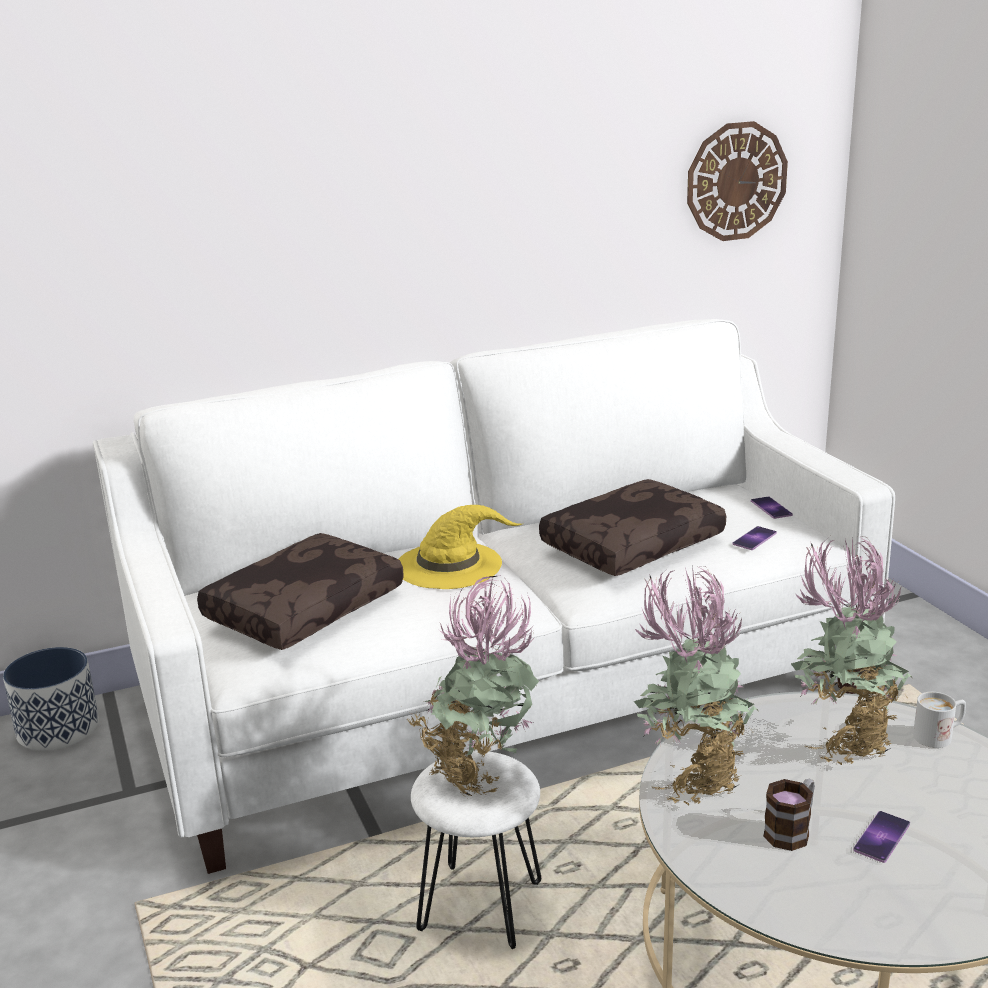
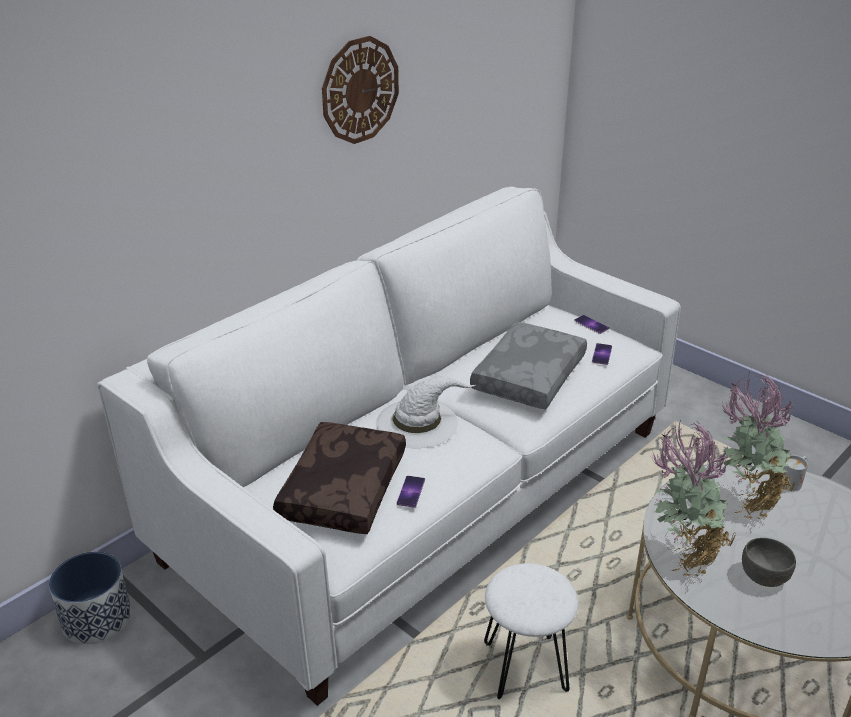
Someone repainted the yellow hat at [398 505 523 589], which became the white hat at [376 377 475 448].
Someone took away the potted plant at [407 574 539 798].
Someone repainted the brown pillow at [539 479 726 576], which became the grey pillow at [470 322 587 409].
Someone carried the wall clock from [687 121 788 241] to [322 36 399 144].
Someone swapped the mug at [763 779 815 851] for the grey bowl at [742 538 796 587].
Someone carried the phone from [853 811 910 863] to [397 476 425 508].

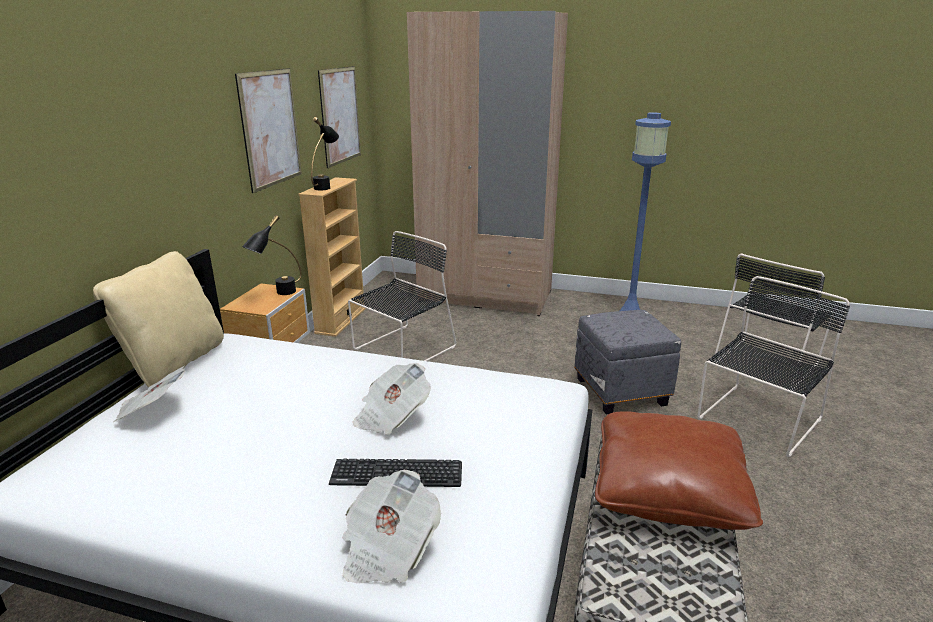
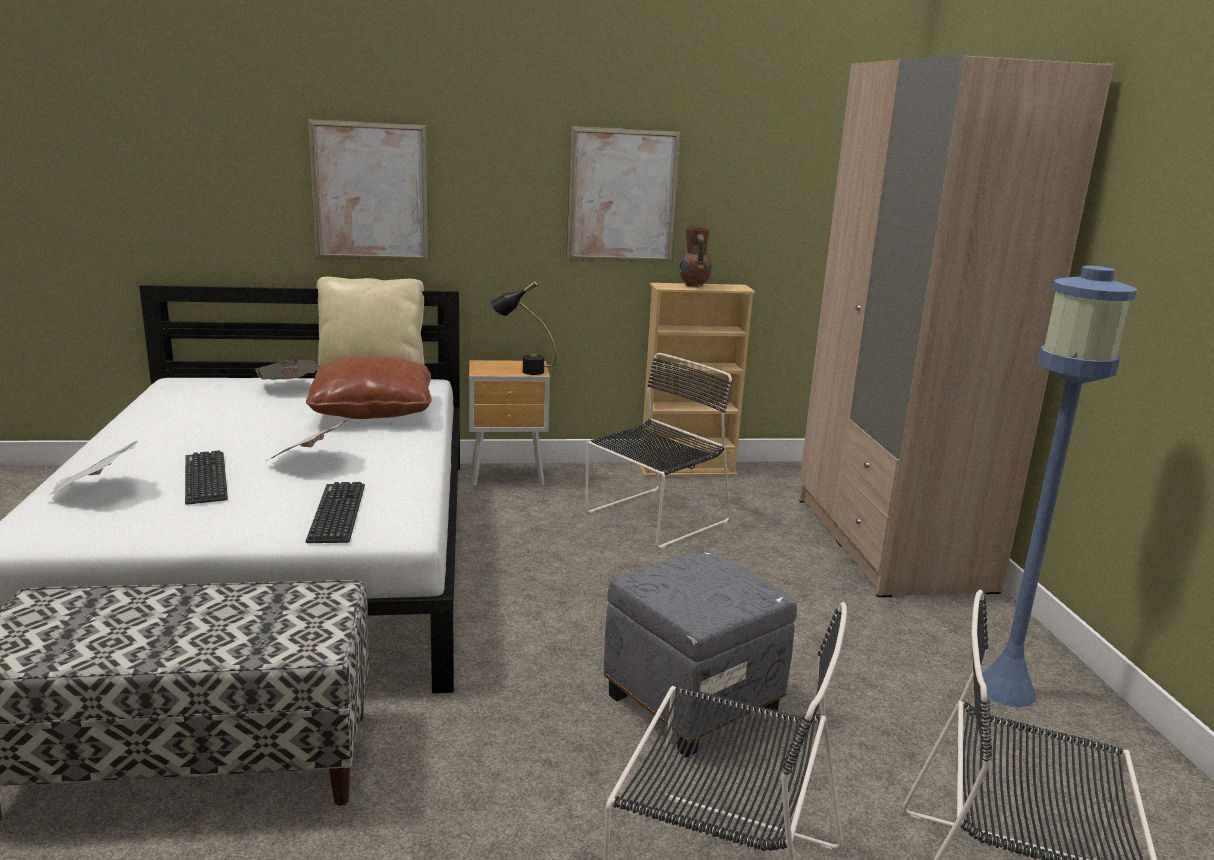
Someone swapped the black table lamp at [311 117 339 190] for the brown vase at [680 226 711 287].
Someone carried the picture from [318 66 361 168] to [308 119 430 262].
Someone rotated the black chair at [348 231 456 361] by 60 degrees counterclockwise.
Someone carried the brown pillow from [595 411 763 530] to [306 356 432 419].
Someone put down the keyboard at [306 482 365 543].

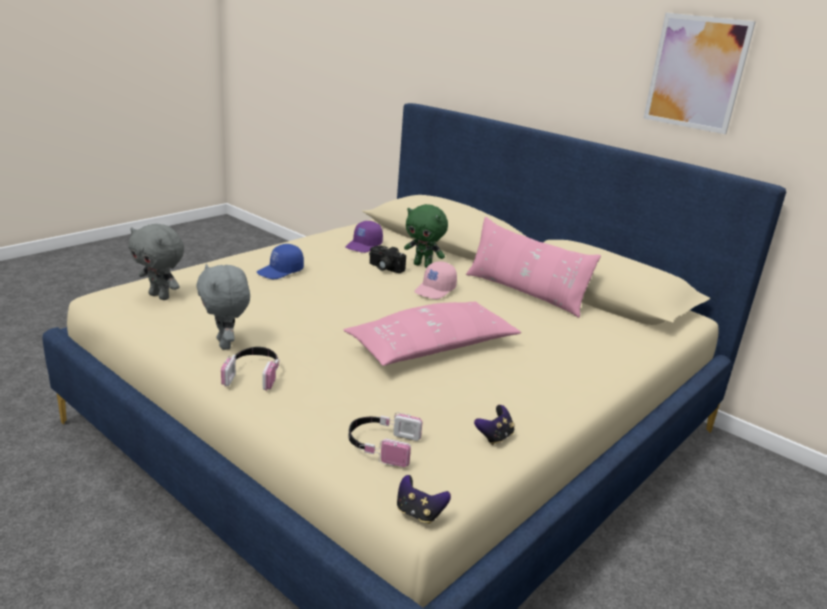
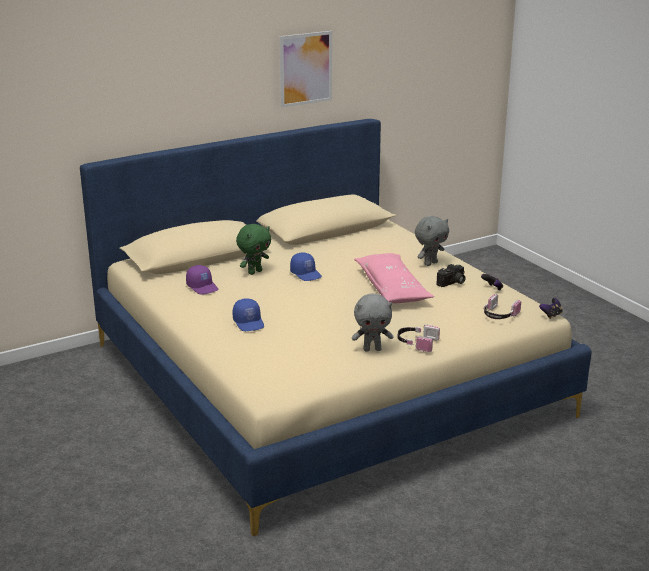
Someone carried the grey plush toy from [128 224 184 300] to [415 216 449 266].
Someone carried the photo camera from [369 245 406 273] to [437 264 466 287].
Someone repainted the pink cap at [414 261 457 299], which became the blue cap at [290 253 322 281].
Someone took away the pink pillow at [466 217 601 318].

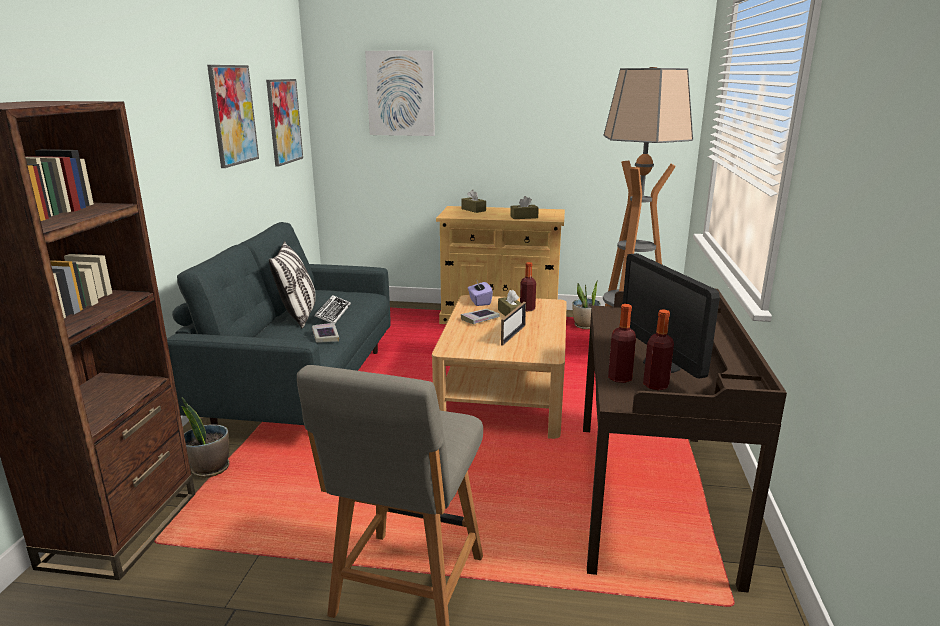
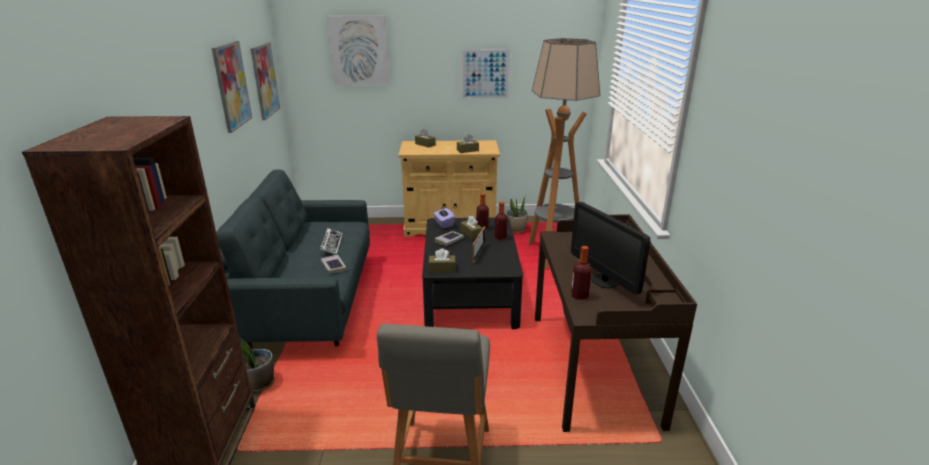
Someone took away the pillow at [269 241 316 328].
Someone repainted the beige coffee table at [432 295 567 439], which became the black coffee table at [422 218 523 329].
Someone carried the bottle from [643 309 674 390] to [495 202 508 240].
Someone put down the brown tissue box at [429 248 456 272].
Someone put up the picture at [461 49 511 99].

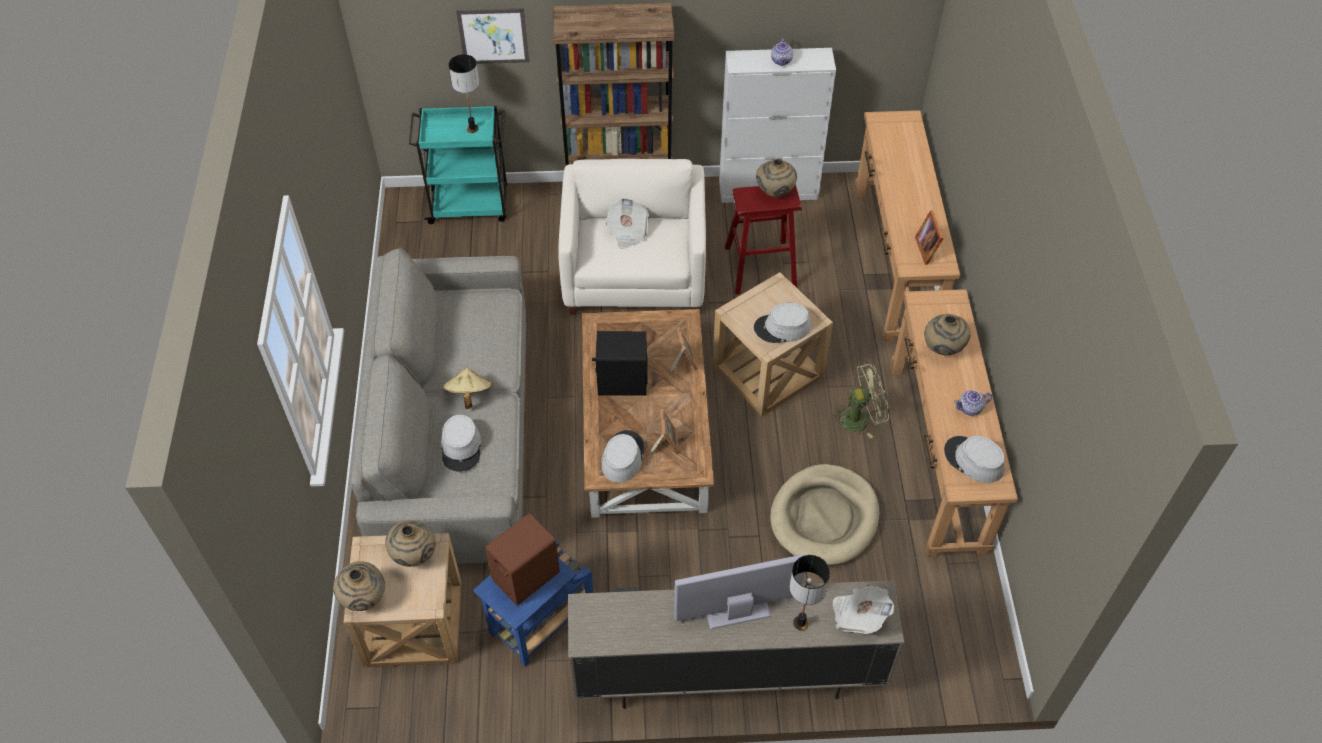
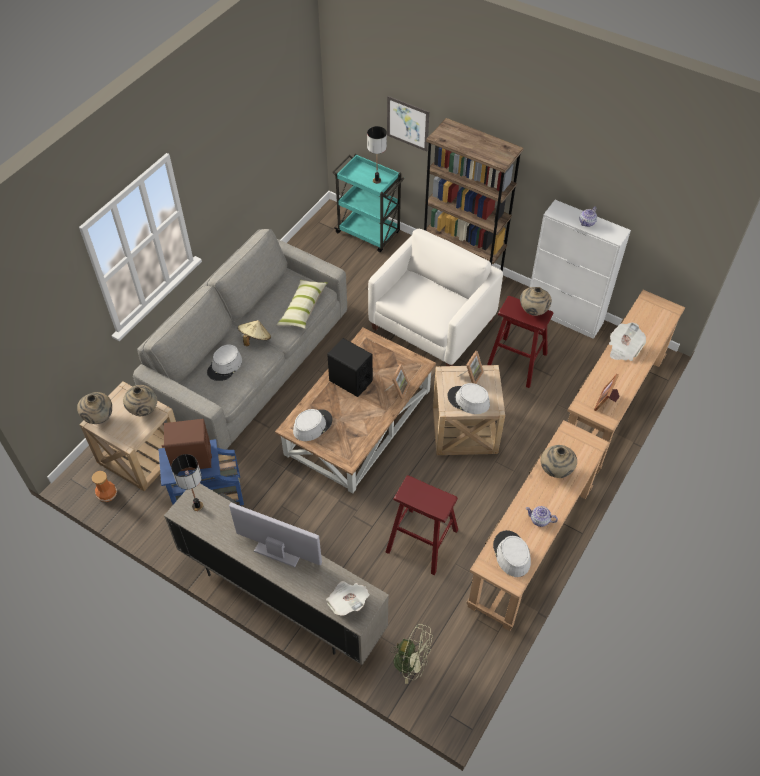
Someone carried the newspaper from [606 198 649 249] to [609 323 646 361].
Someone carried the picture frame from [650 409 679 454] to [457 351 484 384].
Someone swapped the beige dog bed at [770 464 879 565] for the red stool at [386 475 458 575].
Someone carried the table lamp from [790 555 830 631] to [171 454 203 511].
Someone carried the green fan from [831 364 889 439] to [390 624 433 684].
Someone put down the vase at [92 471 117 502].
Someone put down the pillow at [276 280 328 329].

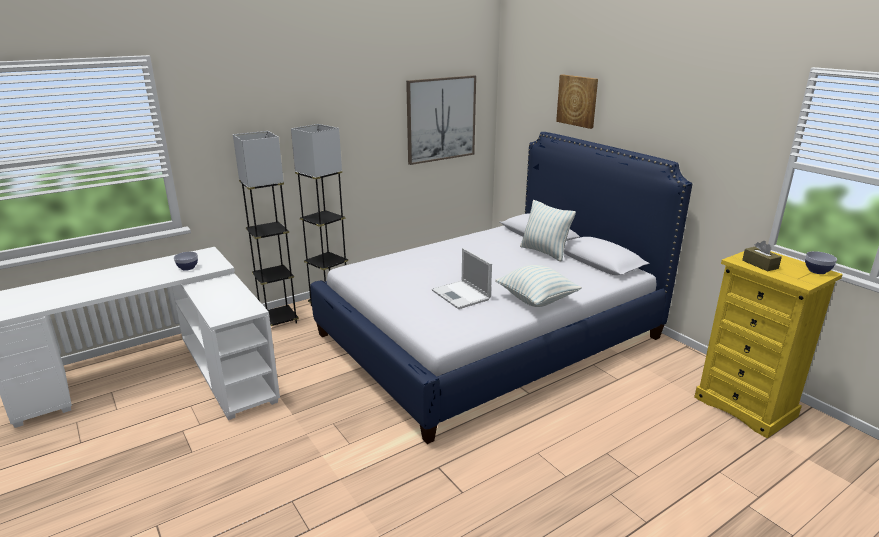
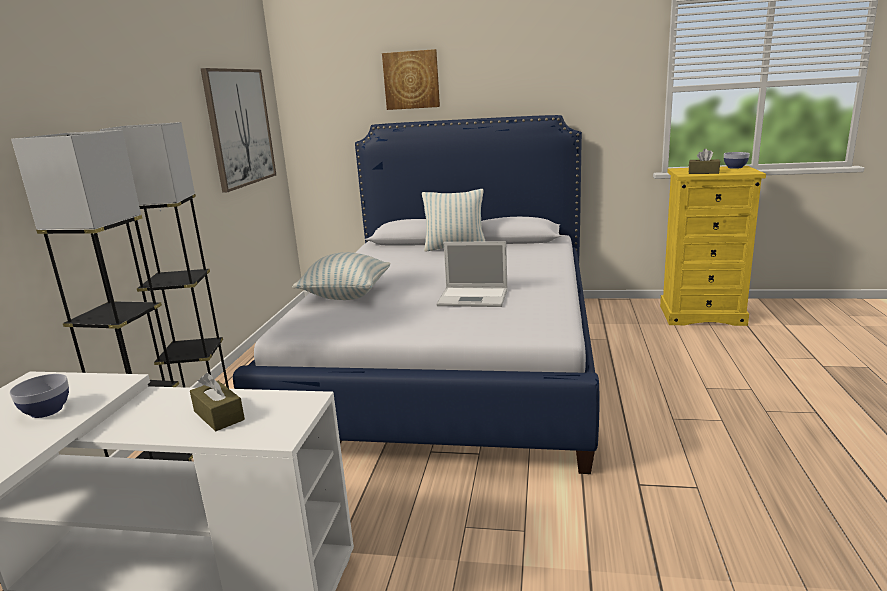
Someone carried the pillow from [495 265 582 307] to [293 252 391 300].
Someone put down the brown tissue box at [190 373 245 431].

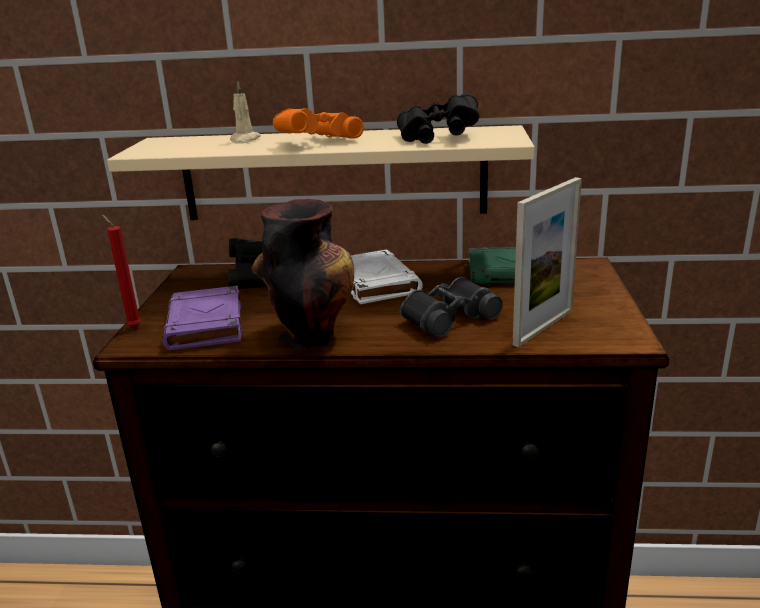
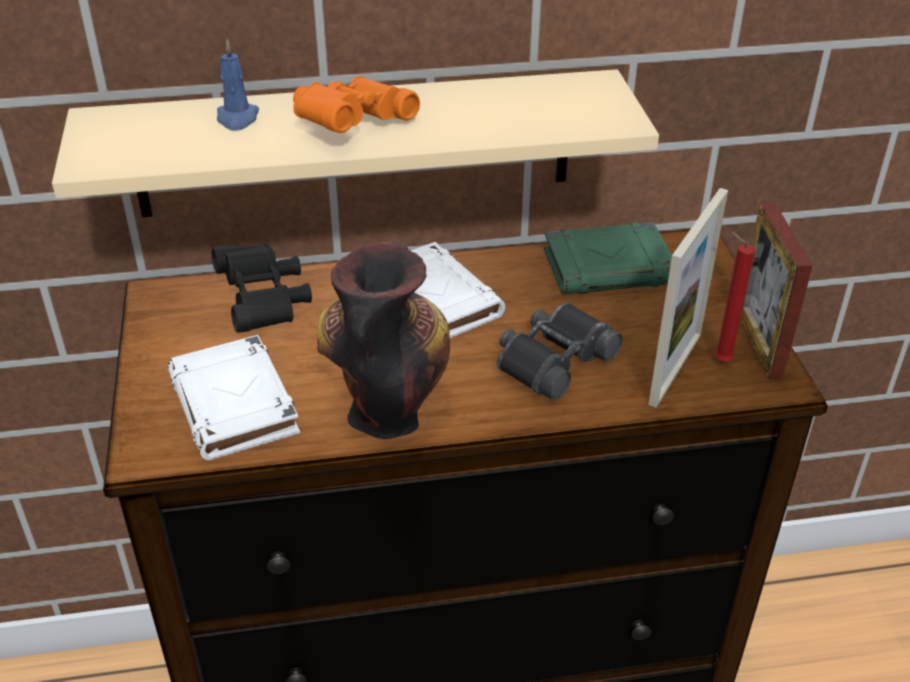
Someone carried the red candle from [102 215 141 328] to [715 232 755 362].
Someone repainted the purple book at [163 286 242 350], which became the white book at [168 335 300 461].
Someone repainted the beige candle at [230 82 261 144], which became the blue candle at [217 39 259 131].
Someone took away the black binoculars at [397 93 479 144].
Someone put down the picture frame at [740 202 813 379].

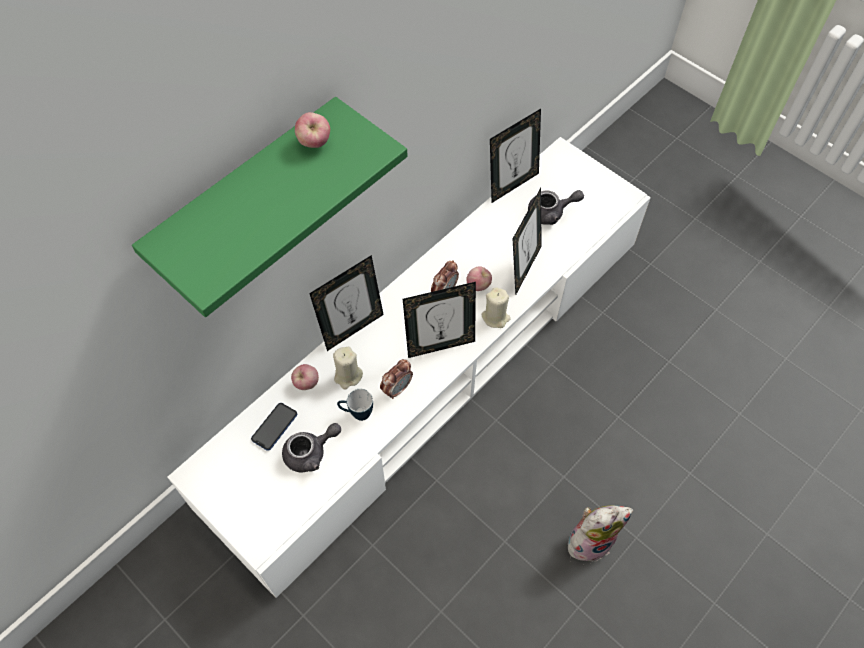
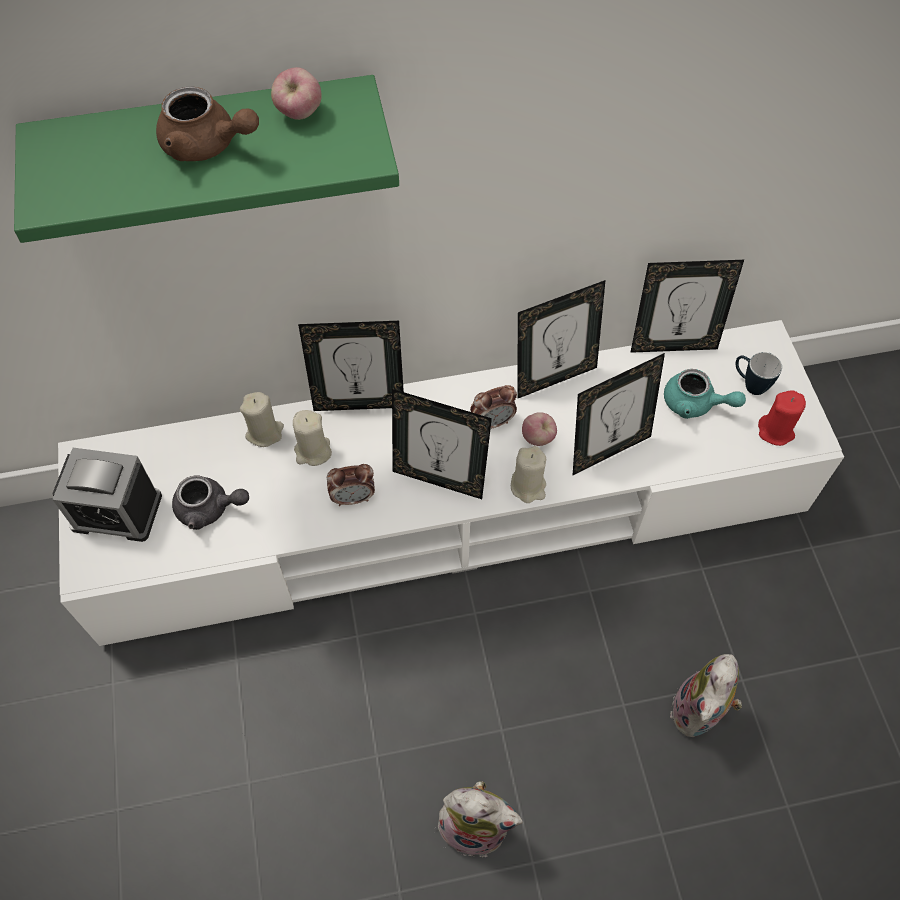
Someone took away the phone at [251 403 297 451].
Someone swapped the apple at [291 364 319 390] for the beige candle at [240 392 284 447].
Someone carried the mug from [337 389 373 421] to [736 352 782 395].
Someone repainted the grey teapot at [528 190 584 225], which became the turquoise teapot at [664 369 746 419].
Someone put down the alarm clock at [52 448 162 542].
Someone put down the brown teapot at [156 87 259 161].
Someone put down the picture frame at [517 280 606 399].
Someone put down the plush toy at [670 654 742 737].
Someone put down the red candle at [758 390 806 446].

